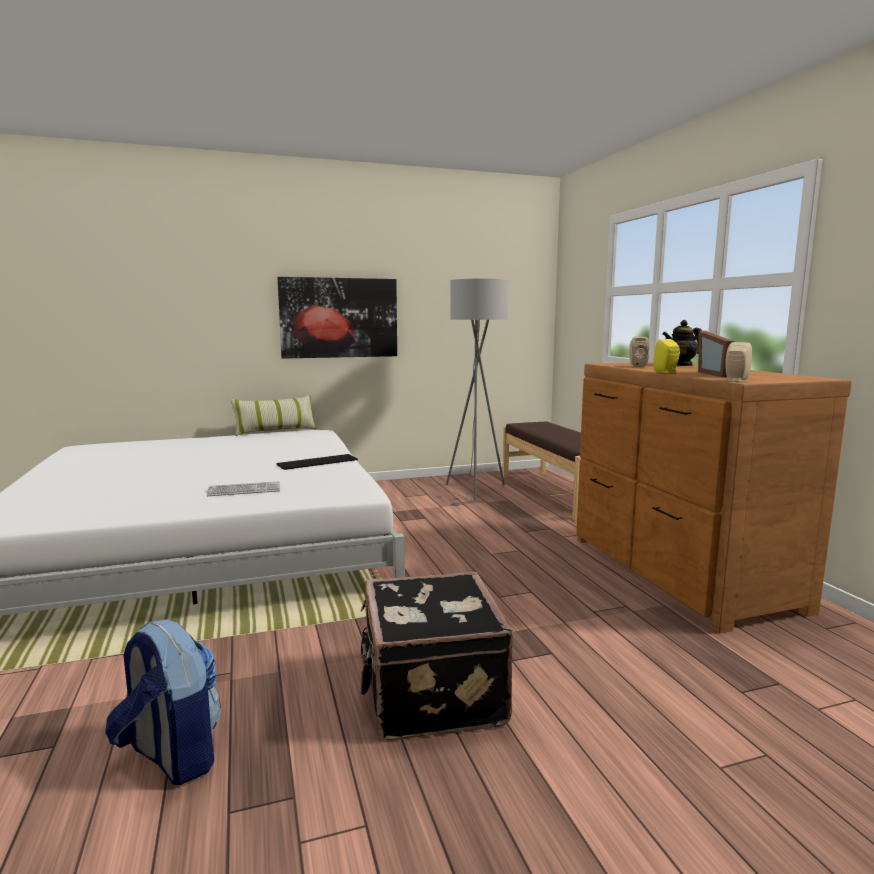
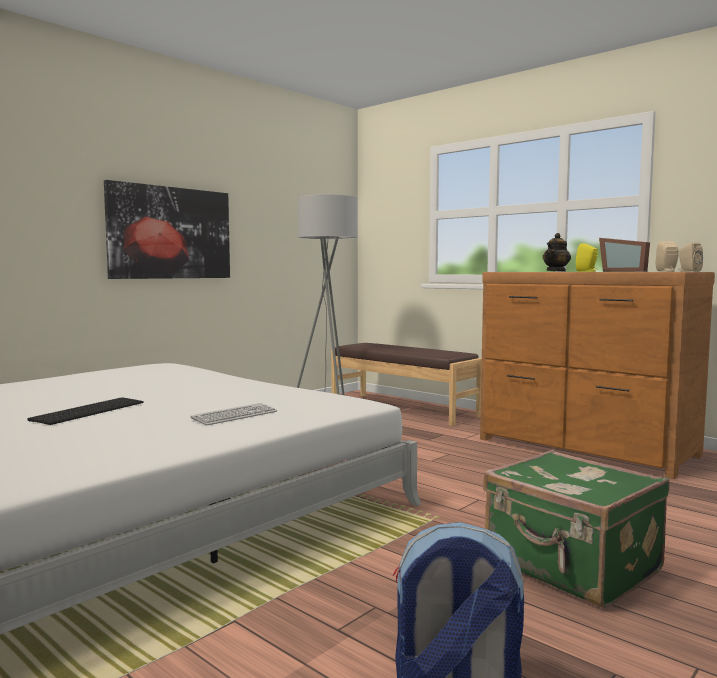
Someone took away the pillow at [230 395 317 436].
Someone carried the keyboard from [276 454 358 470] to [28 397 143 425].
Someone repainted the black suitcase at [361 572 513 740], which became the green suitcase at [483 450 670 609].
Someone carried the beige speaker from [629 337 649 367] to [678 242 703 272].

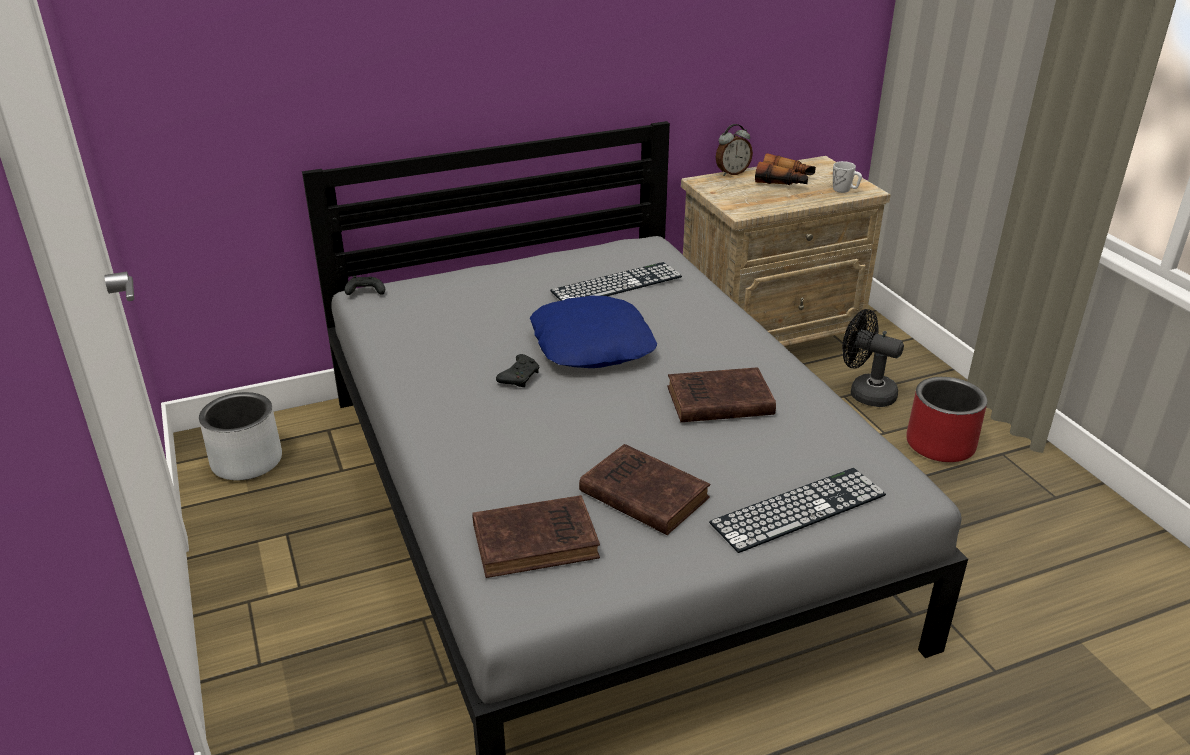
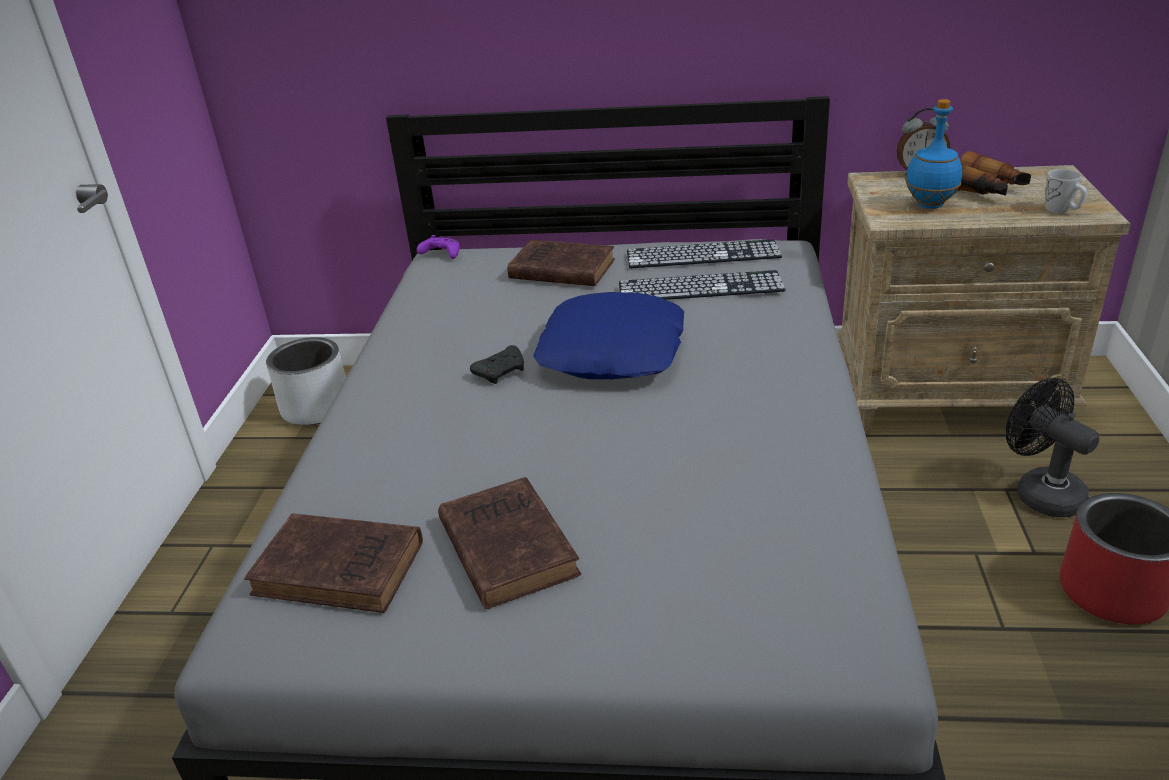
Someone repainted the black game controller at [345 276 385 295], which became the purple game controller at [417 235 460 259].
Someone carried the brown book from [668 367 776 422] to [508 240 615 286].
Someone carried the keyboard from [709 468 886 553] to [627 239 782 269].
Someone put down the blue bottle at [905 99 962 209].

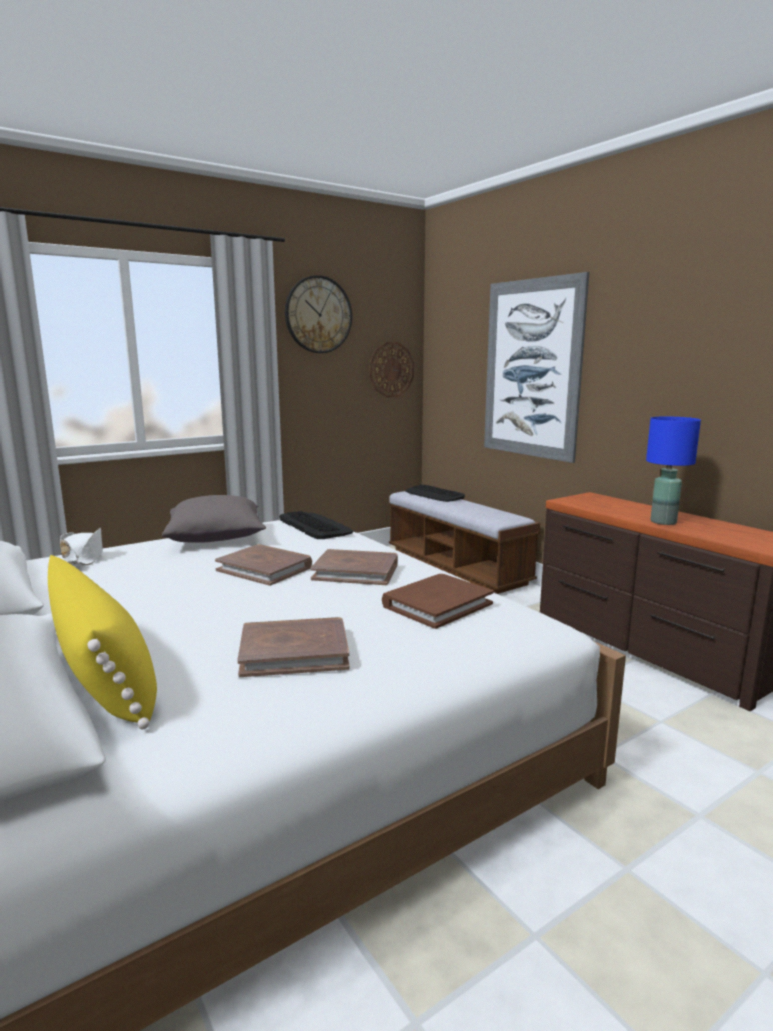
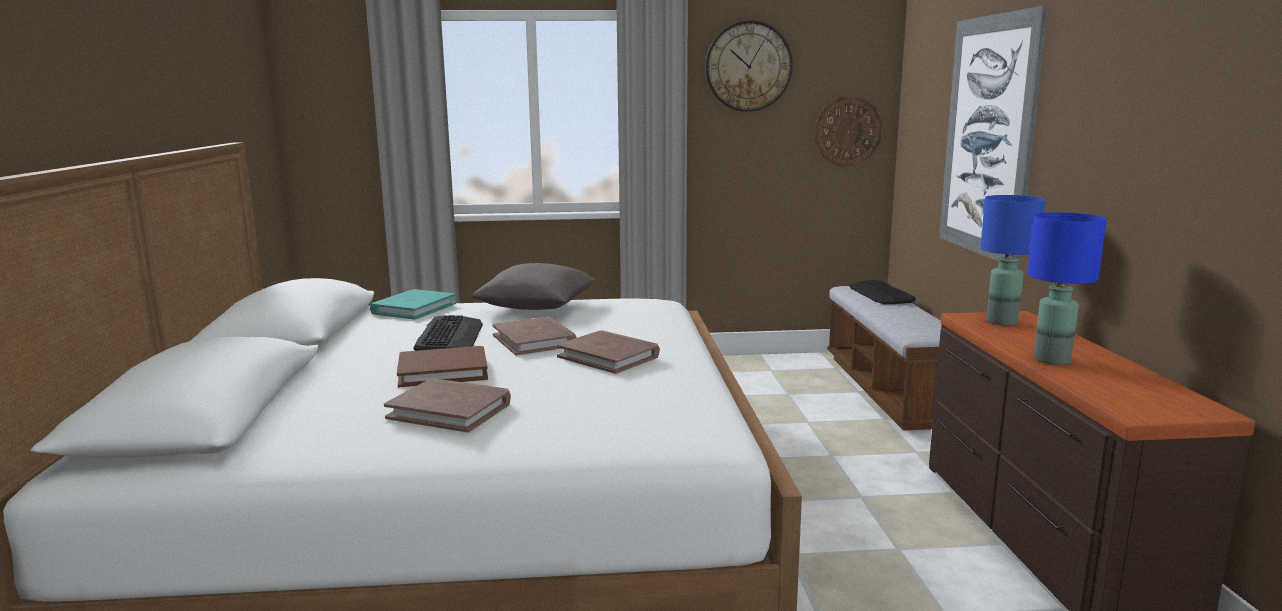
Someone took away the yellow pillow at [47 555 157 730].
Someone swapped the white hat at [60 528 103 566] for the turquoise book at [370 289 456 320].
Someone carried the keyboard from [279 511 353 539] to [413 315 483 351].
Someone carried the brown book from [382 574 494 629] to [397 346 488 387].
Someone put down the blue table lamp at [980 195 1045 325].

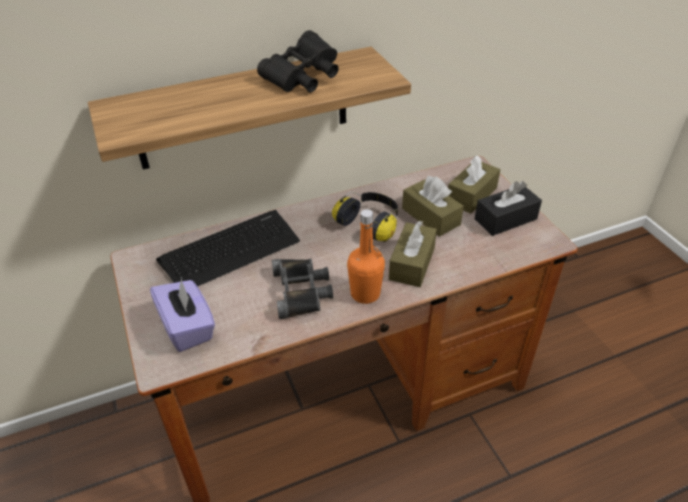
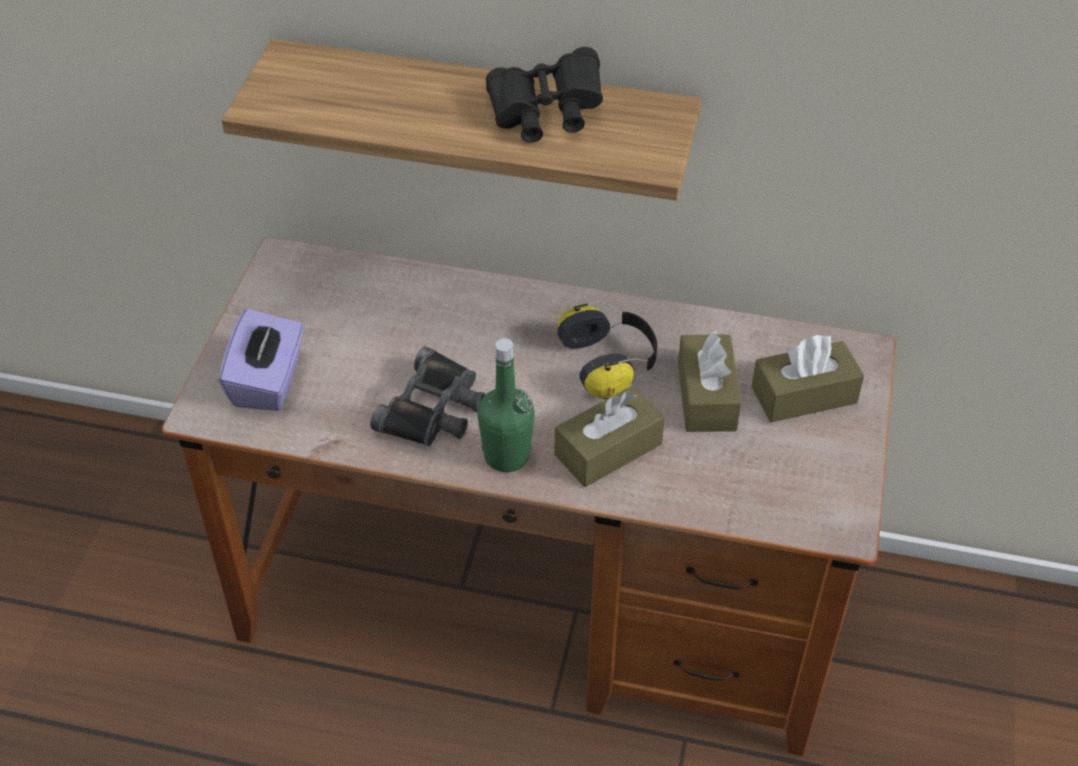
Someone took away the keyboard at [156 210 300 286].
Someone repainted the orange bottle at [347 209 385 304], which became the green bottle at [477 338 535 472].
Someone took away the black tissue box at [475 181 542 236].

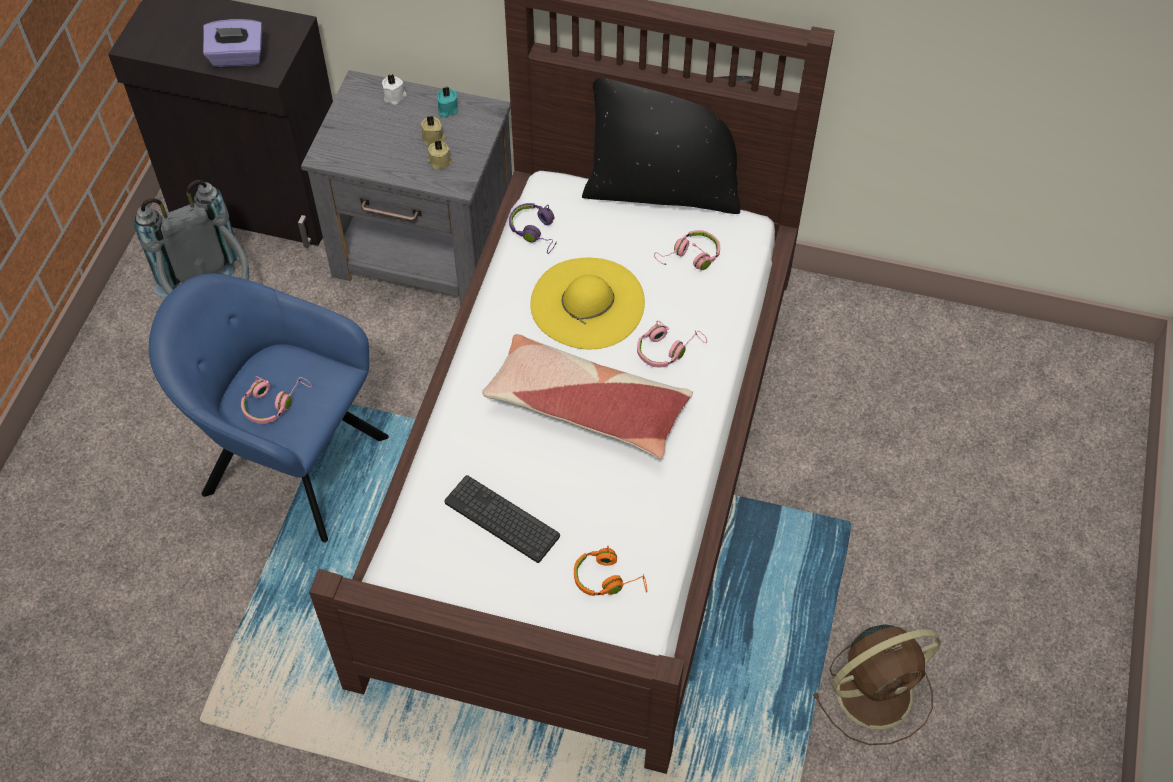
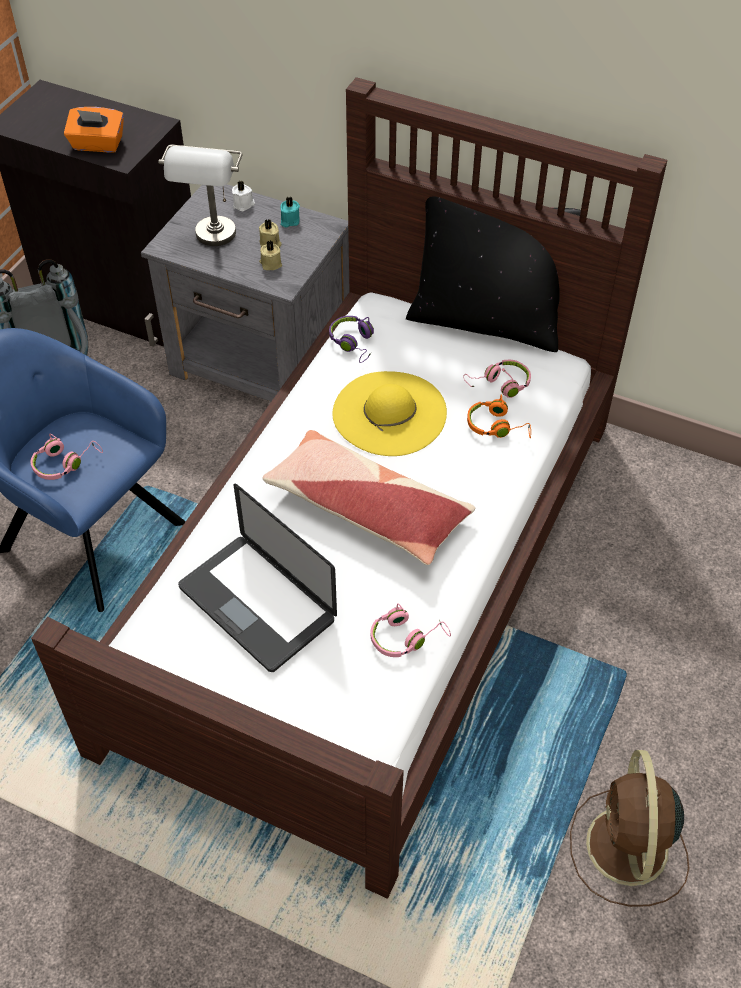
Someone repainted the purple tissue box at [203 19 262 67], which became the orange tissue box at [64 107 124 153].
Someone swapped the keyboard at [444 475 560 563] for the laptop at [178 484 337 672].
Someone carried the orange headphones from [574 546 647 596] to [467 394 531 438].
Someone carried the pink headphones from [637 321 707 368] to [371 603 451 657].
Someone rotated the brown fan at [812 624 941 745] by 105 degrees clockwise.
Someone put down the grey table lamp at [158 145 243 246].

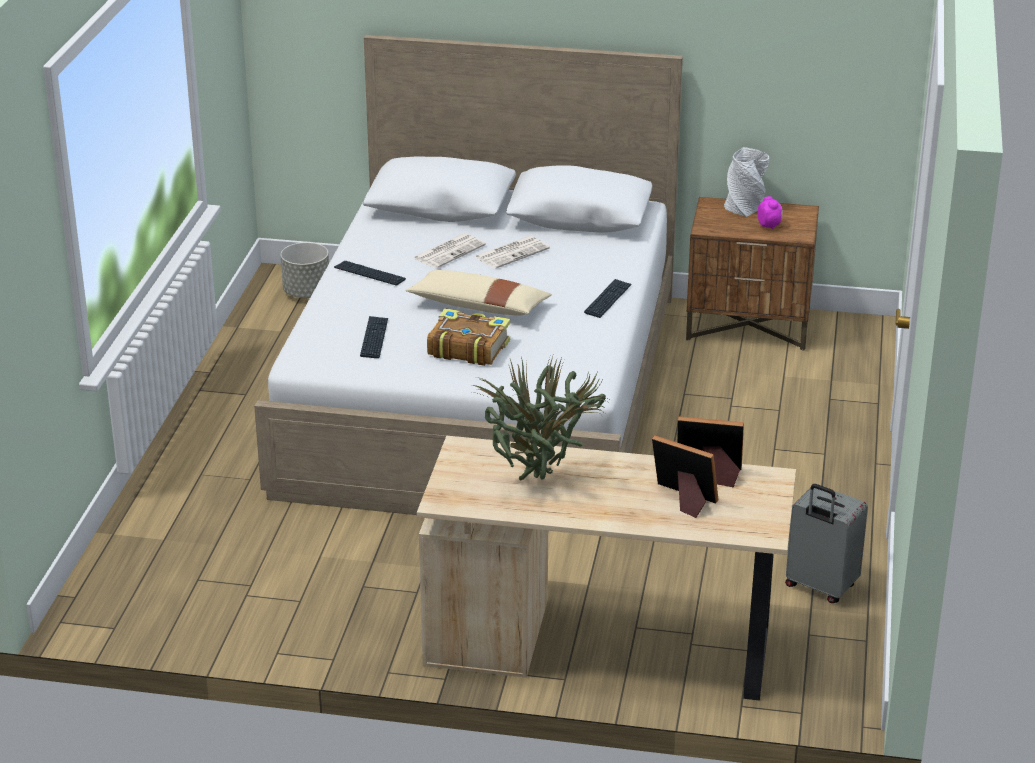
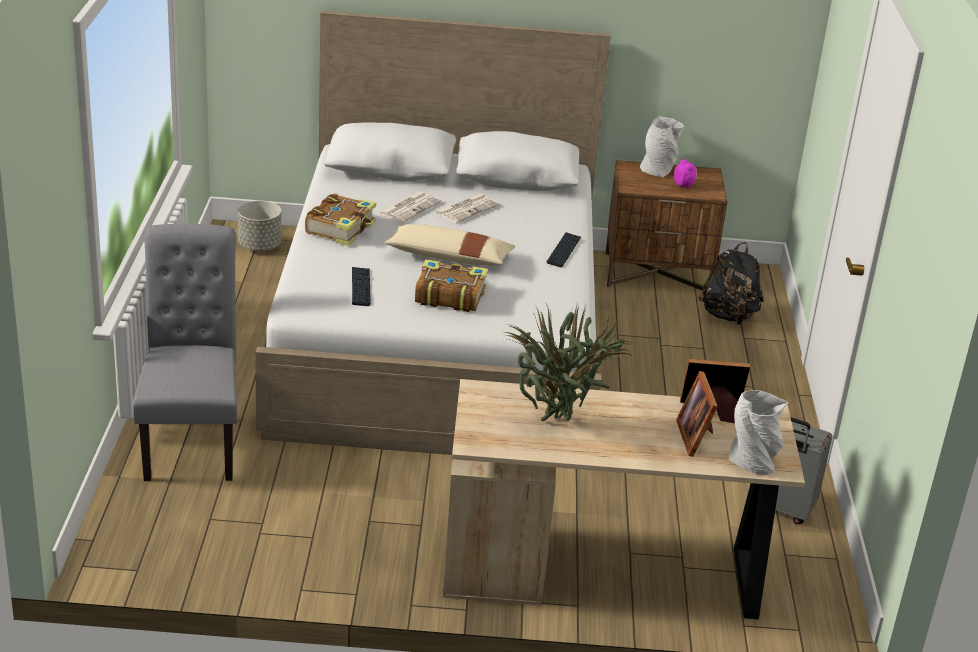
Someone swapped the keyboard at [334 261 406 286] for the book at [305 193 376 246].
Someone rotated the picture frame at [652 435 718 518] by 120 degrees counterclockwise.
Someone put down the grey chair at [133 224 238 481].
Someone put down the black backpack at [698 243 764 325].
Someone put down the grey vase at [729 390 789 475].

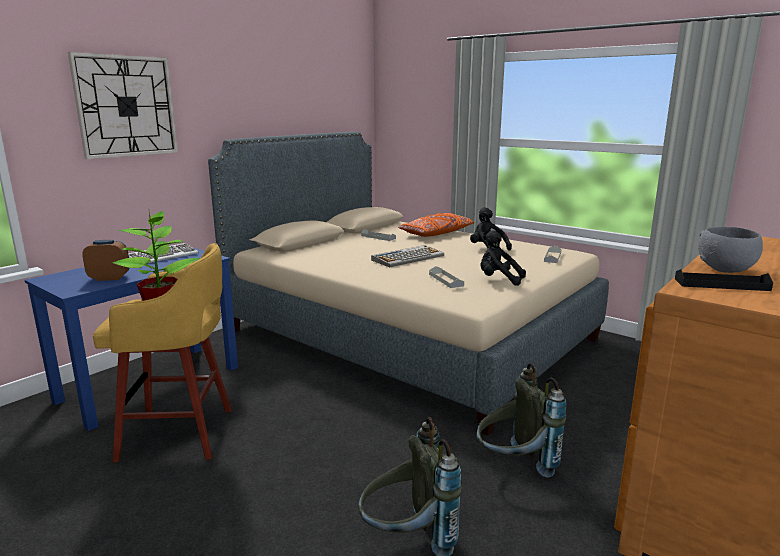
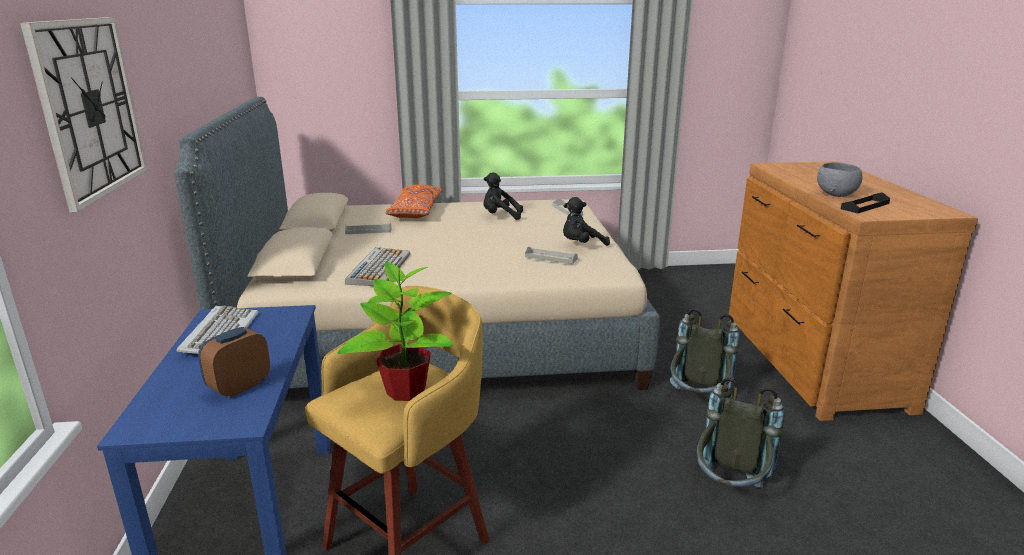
Someone carried the keyboard from [371 245 444 267] to [345 247 410 286].

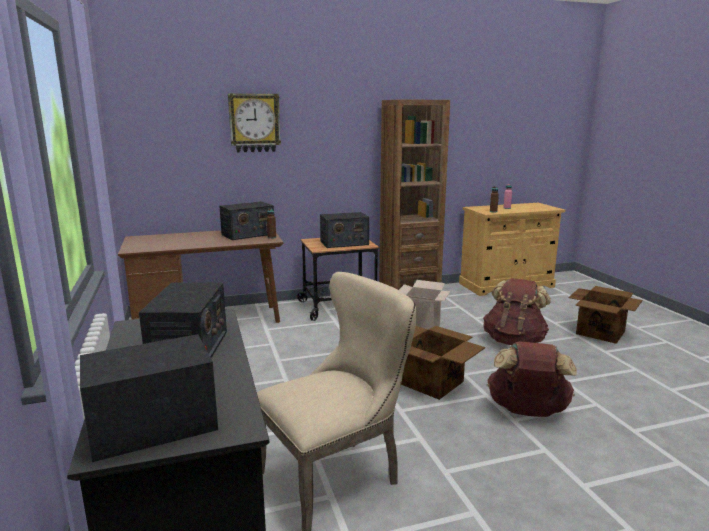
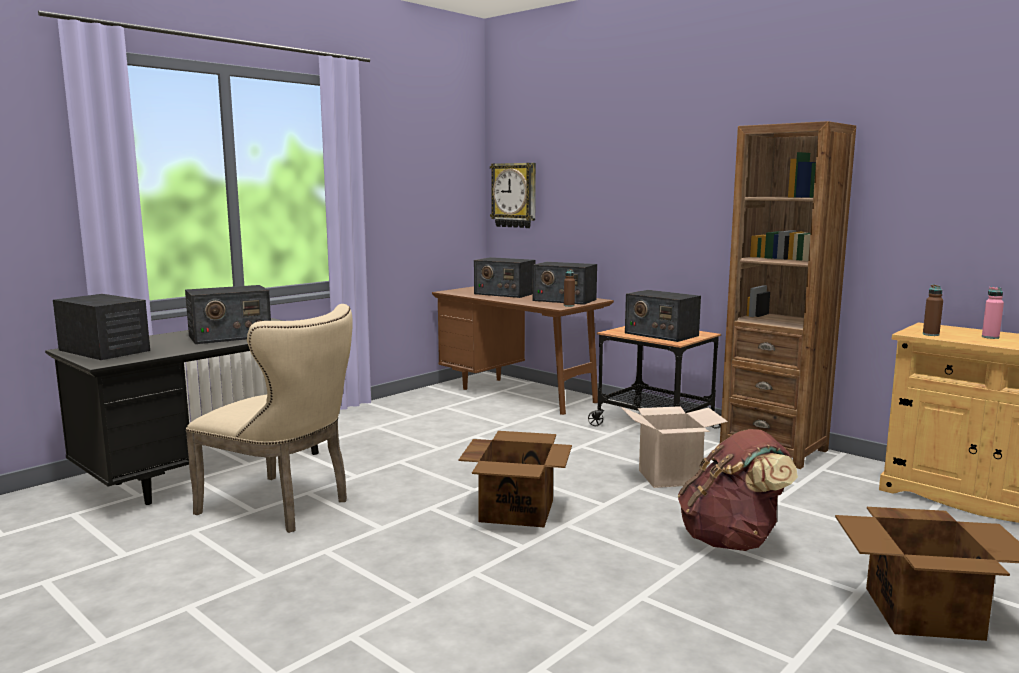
Someone carried the wall clock from [228 93 281 153] to [490 163 536 228].
Someone took away the brown backpack at [487 341 577 417].
Someone put down the radio at [474 257 536 298].

